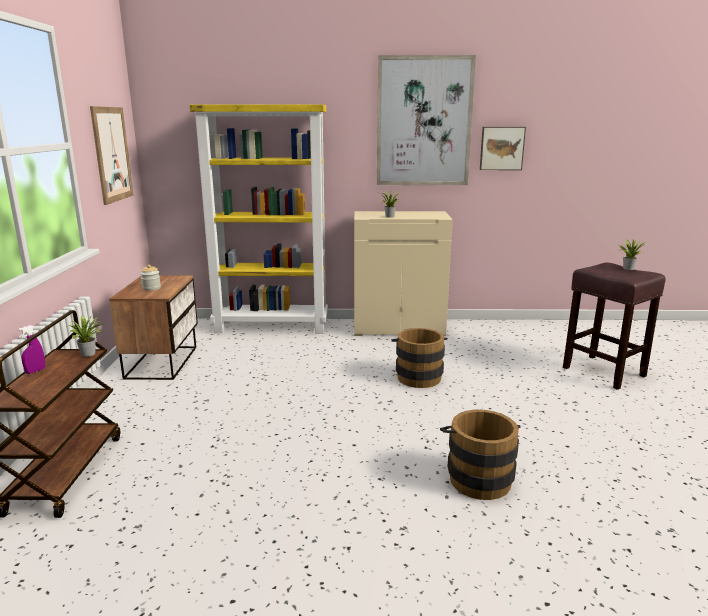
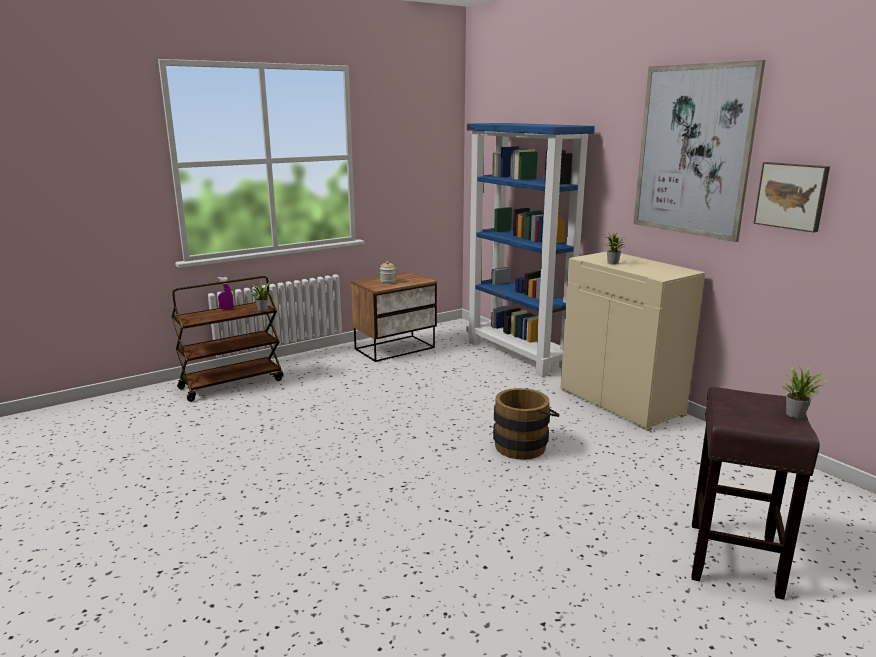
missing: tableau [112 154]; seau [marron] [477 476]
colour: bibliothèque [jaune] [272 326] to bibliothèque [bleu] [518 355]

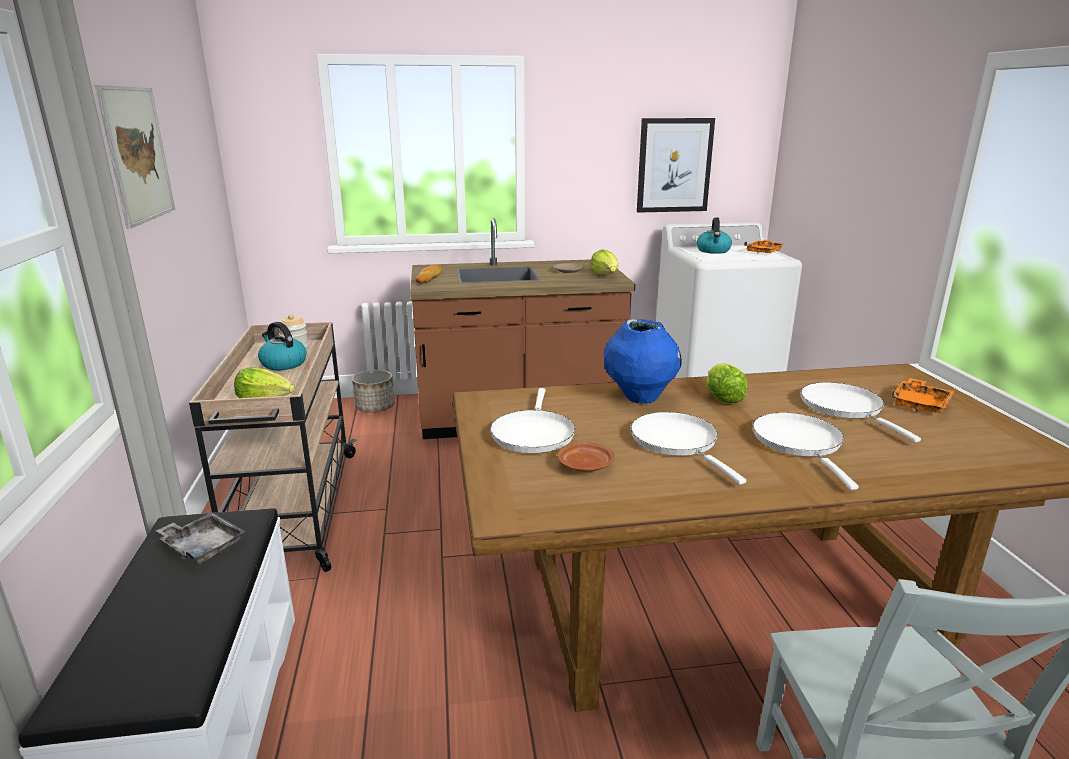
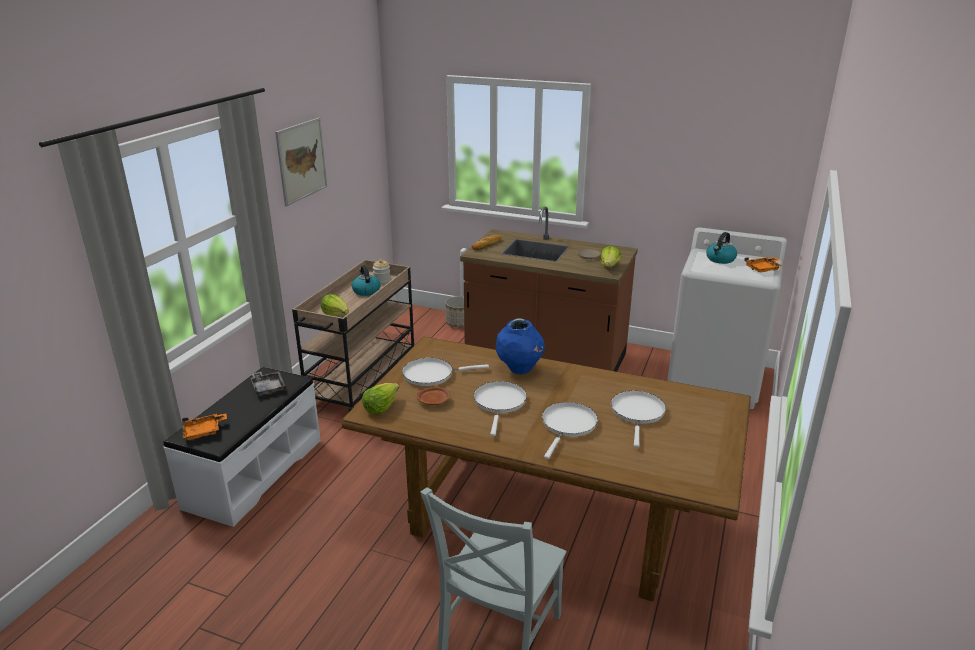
missing: tableau [674 165]
relocated: laitue [722 396] to [380 407]; plateau [orange] [920 404] to [204 431]
spun: poêle [blanc] [533 433] = [432 374] 45 degrees clockwise

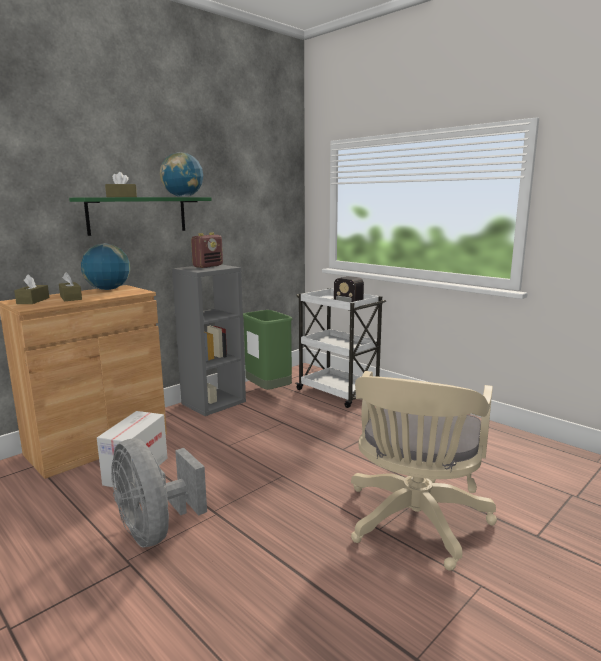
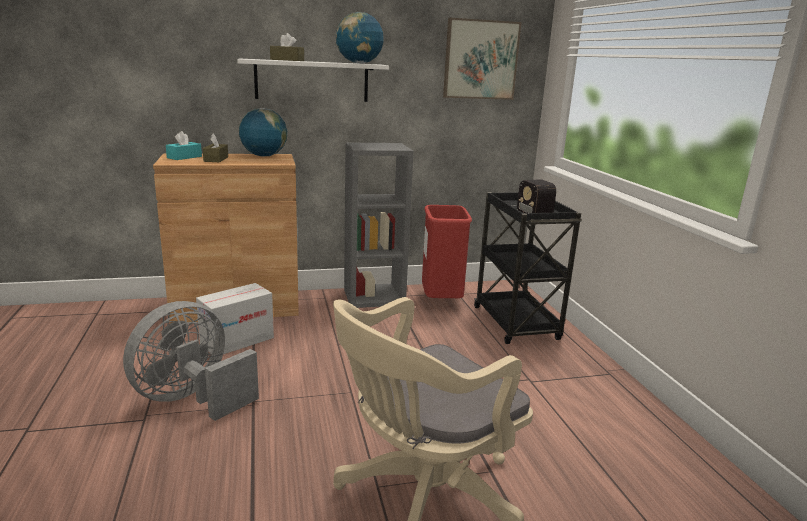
missing: radio [208 266]
appeared: tableau [480 60]
colour: boîte à mouchoirs [marron] [33 301] to boîte à mouchoirs [turquoise] [184 157]; étagère [vert] [138 215] to étagère [blanc] [312 81]; poubelle [vert] [268 391] to poubelle [rouge] [441 300]; chariot [blanc] [338 393] to chariot [noir] [516 324]
spun: ventilateur [gris] [155 530] = [192 399] 45 degrees clockwise

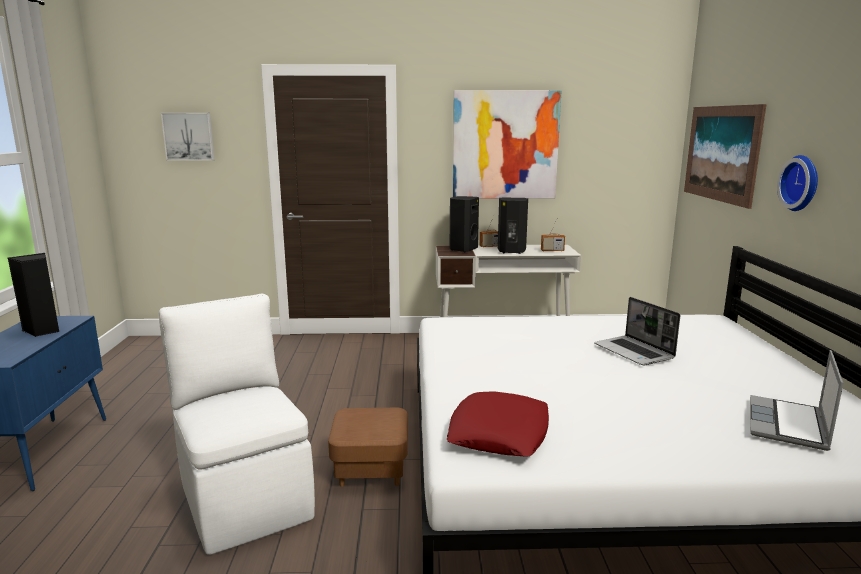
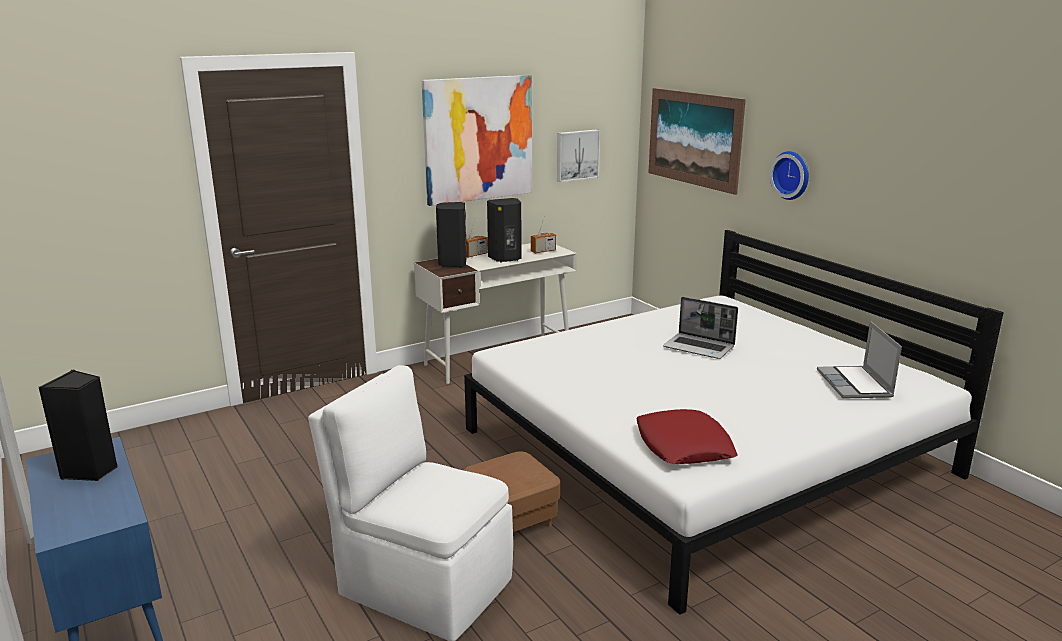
relocated: tableau [189 136] to [576 155]

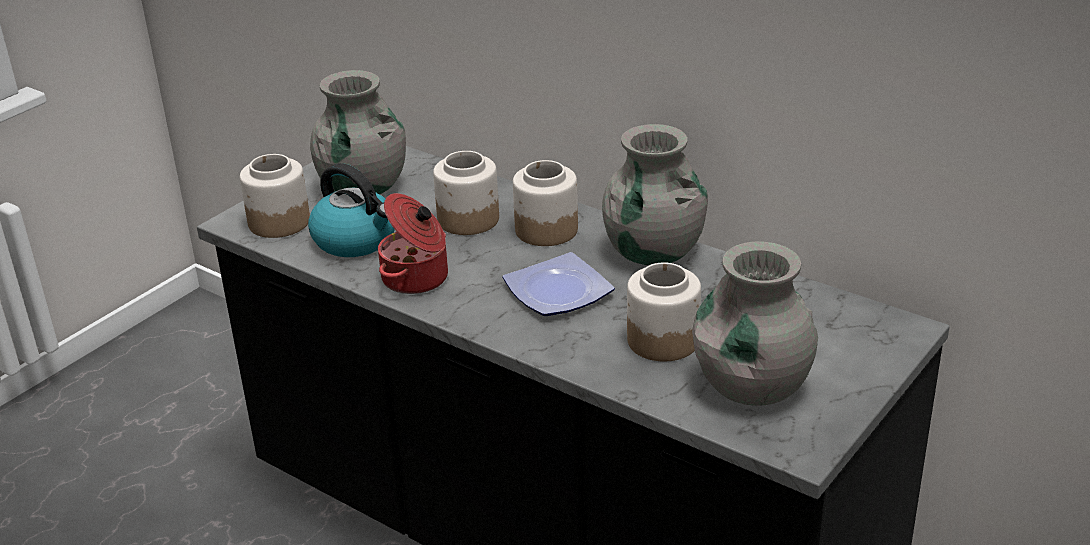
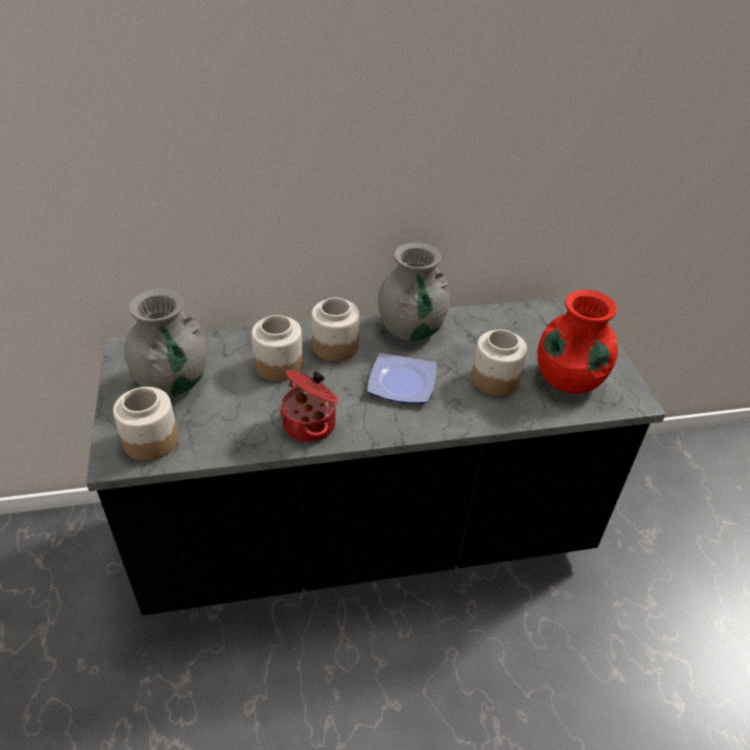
missing: bouilloire [356 240]
colour: vase [gris] [753 386] to vase [rouge] [568 379]

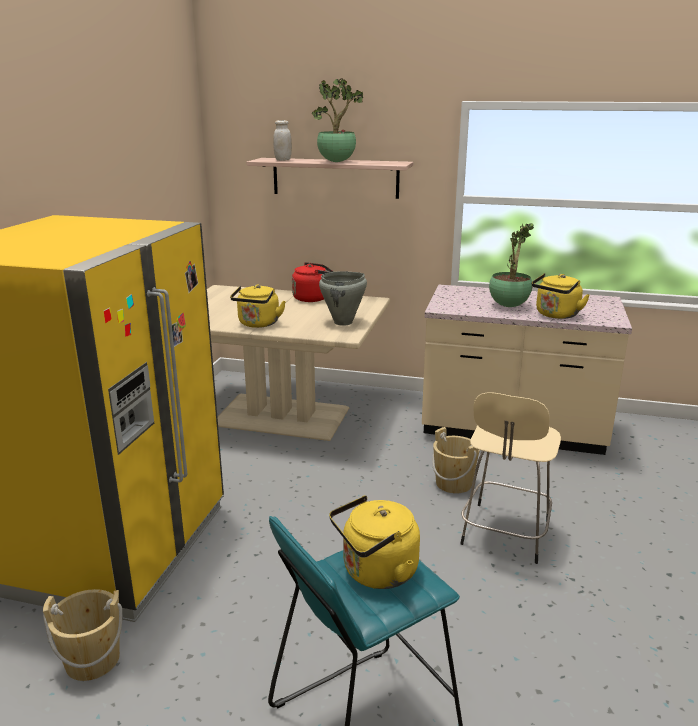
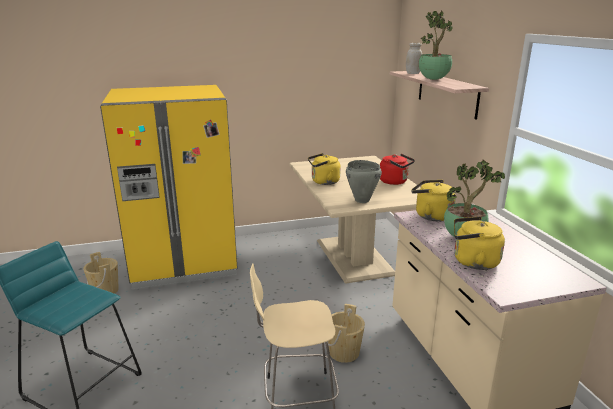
relocated: bouilloire [jaune] [376 573] to [431 216]

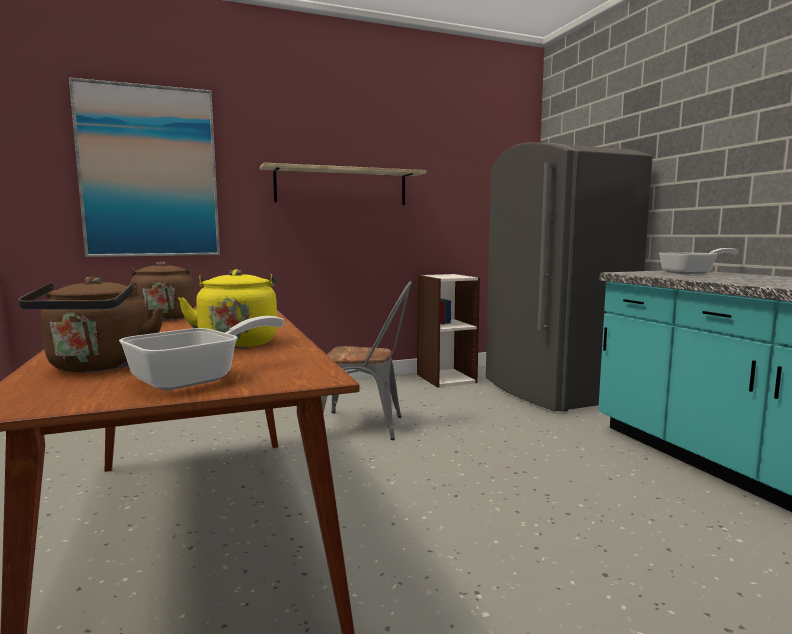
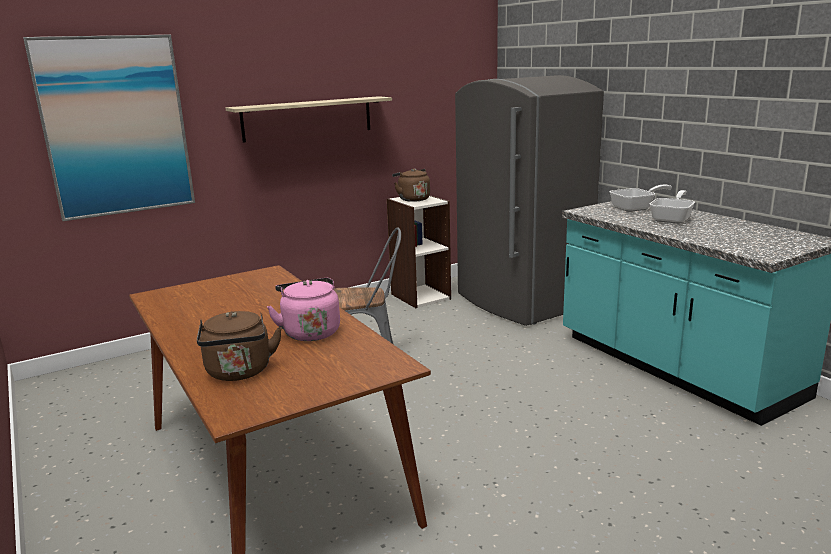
relocated: bouilloire [marron] [163 317] to [412 199]; poêle [197 378] to [672 219]
colour: bouilloire [jaune] [238 342] to bouilloire [rose] [310 332]

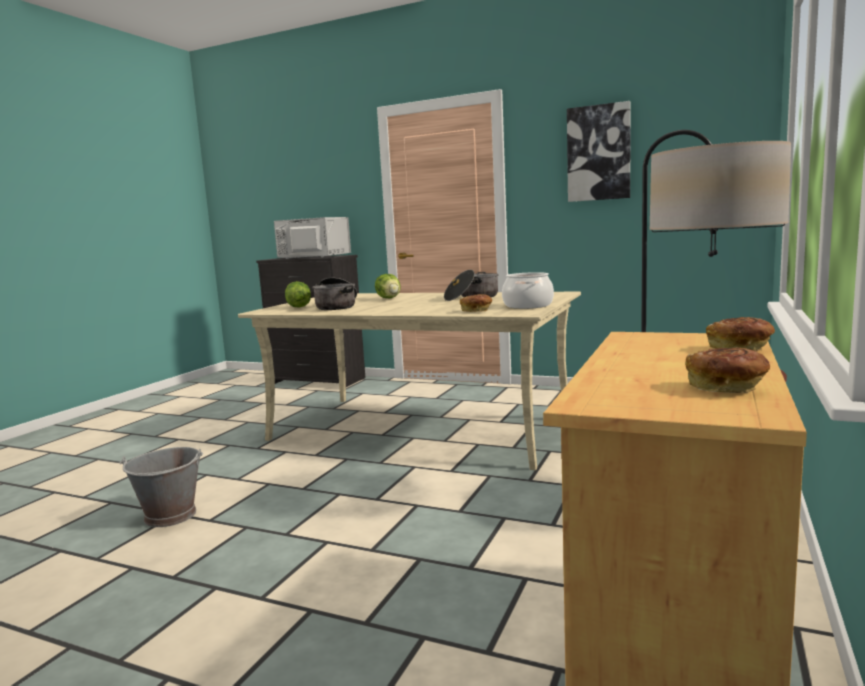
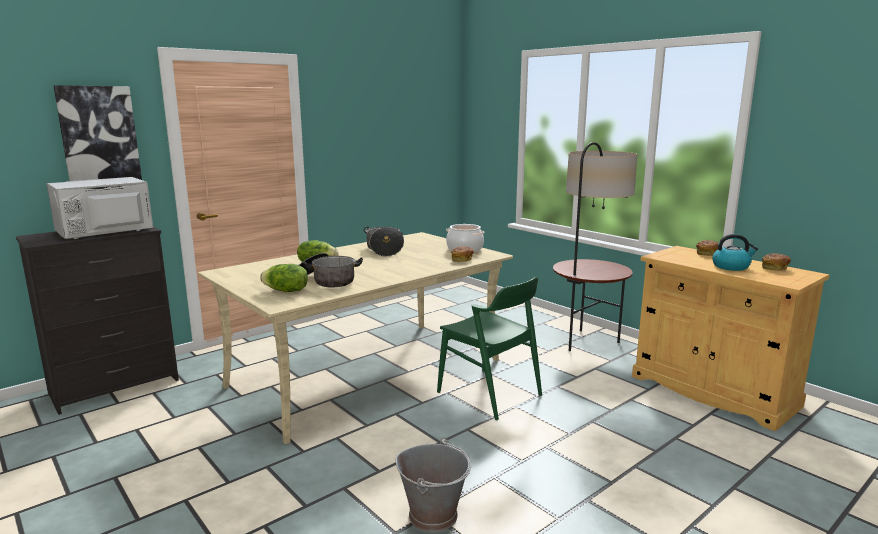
appeared: chaise [vert] [489 394]; bouilloire [731 267]
relocated: tableau [598 153] to [99 136]

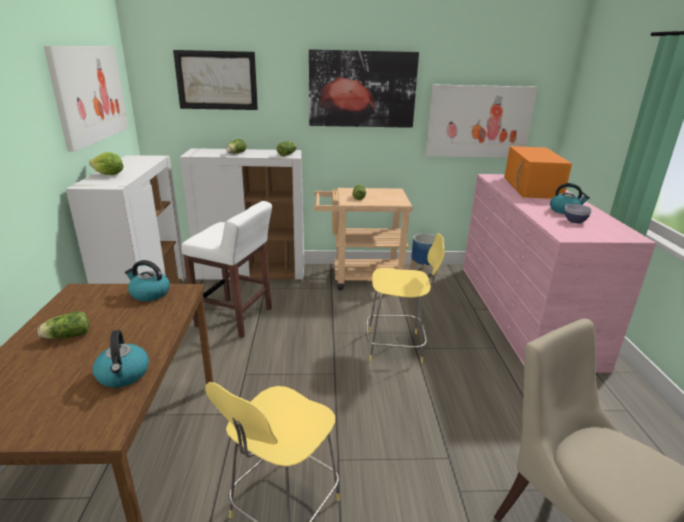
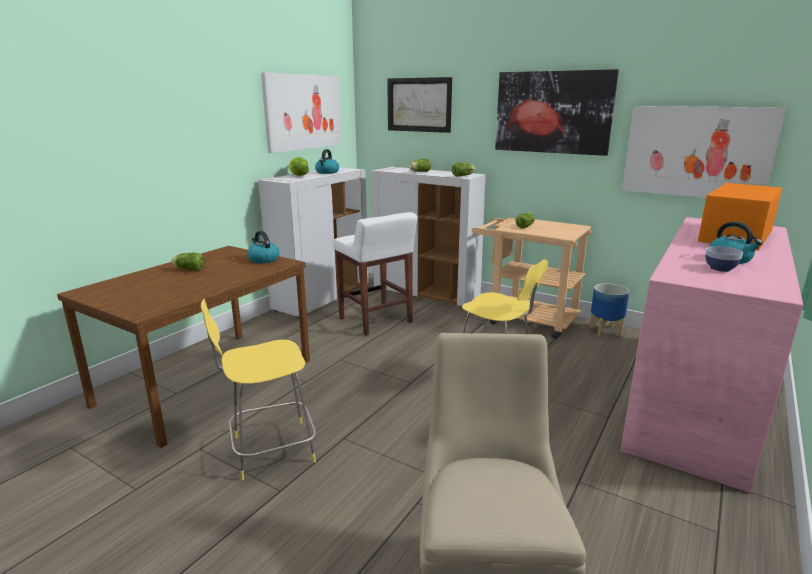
relocated: bouilloire [123 375] to [327 172]

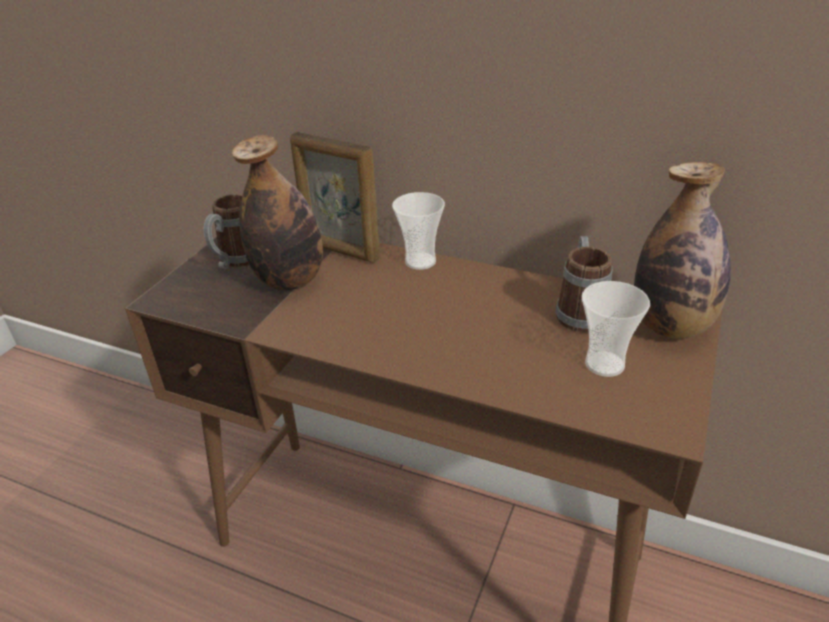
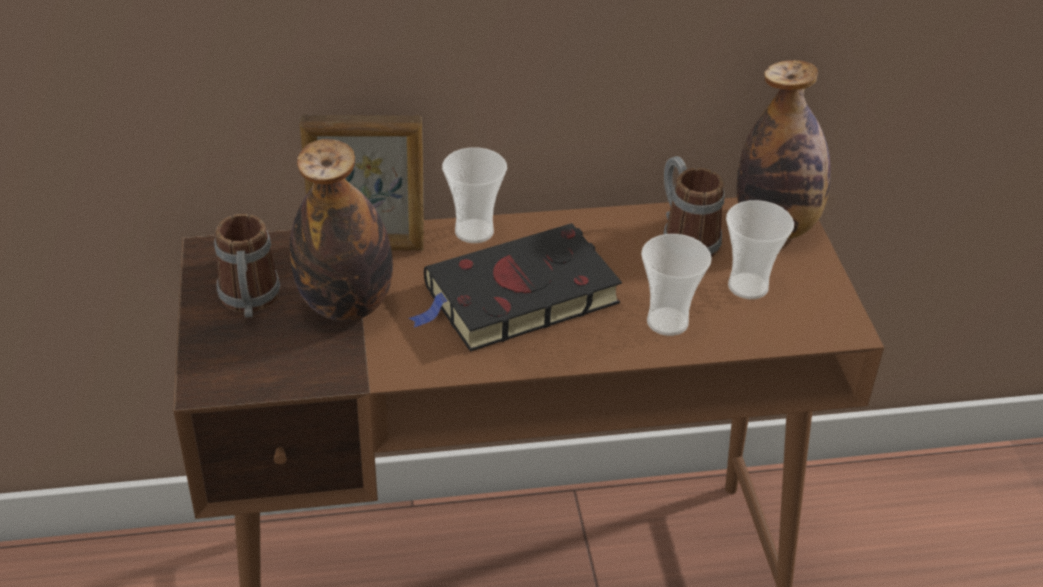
appeared: livre [noir] [516 297]; tasse [667 322]

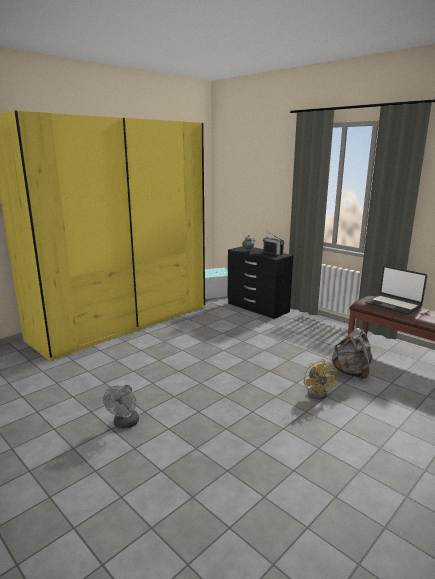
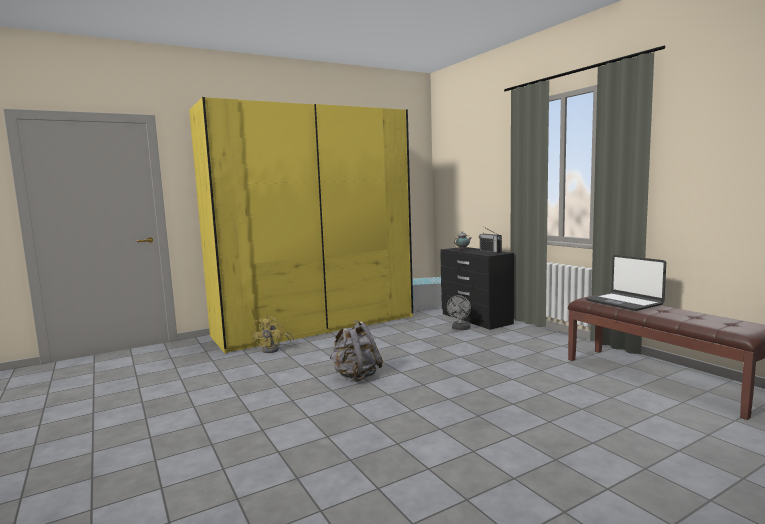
relocated: ventilateur [gris] [125 424] to [460 329]; ventilateur [jaune] [319 393] to [274 349]; sac à dos [gris] [351 373] to [356 376]

